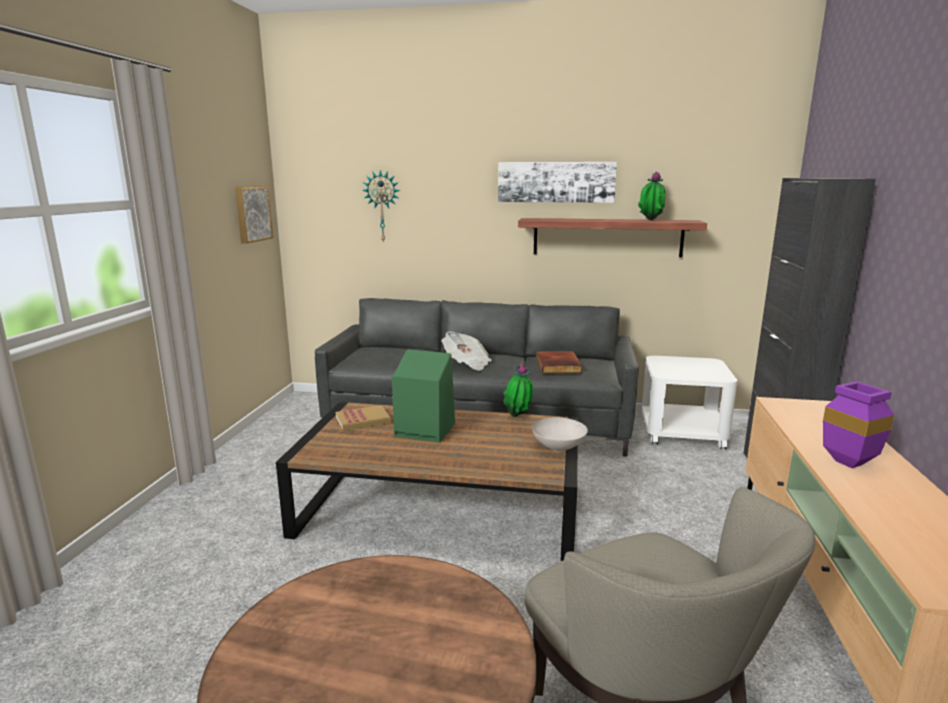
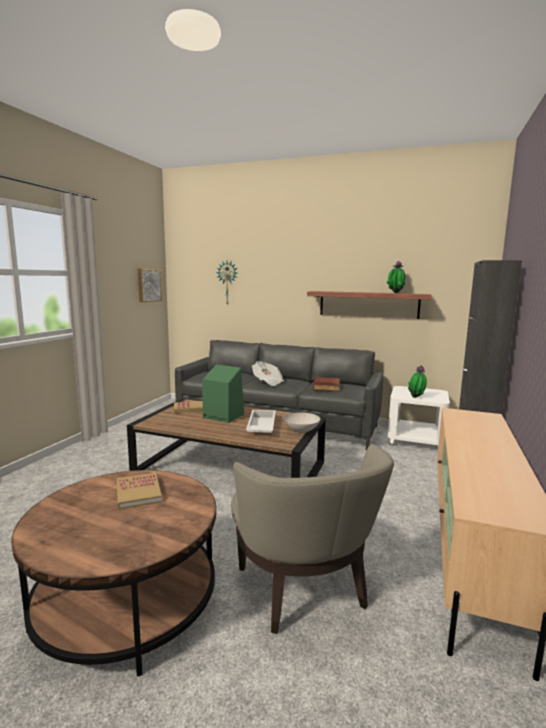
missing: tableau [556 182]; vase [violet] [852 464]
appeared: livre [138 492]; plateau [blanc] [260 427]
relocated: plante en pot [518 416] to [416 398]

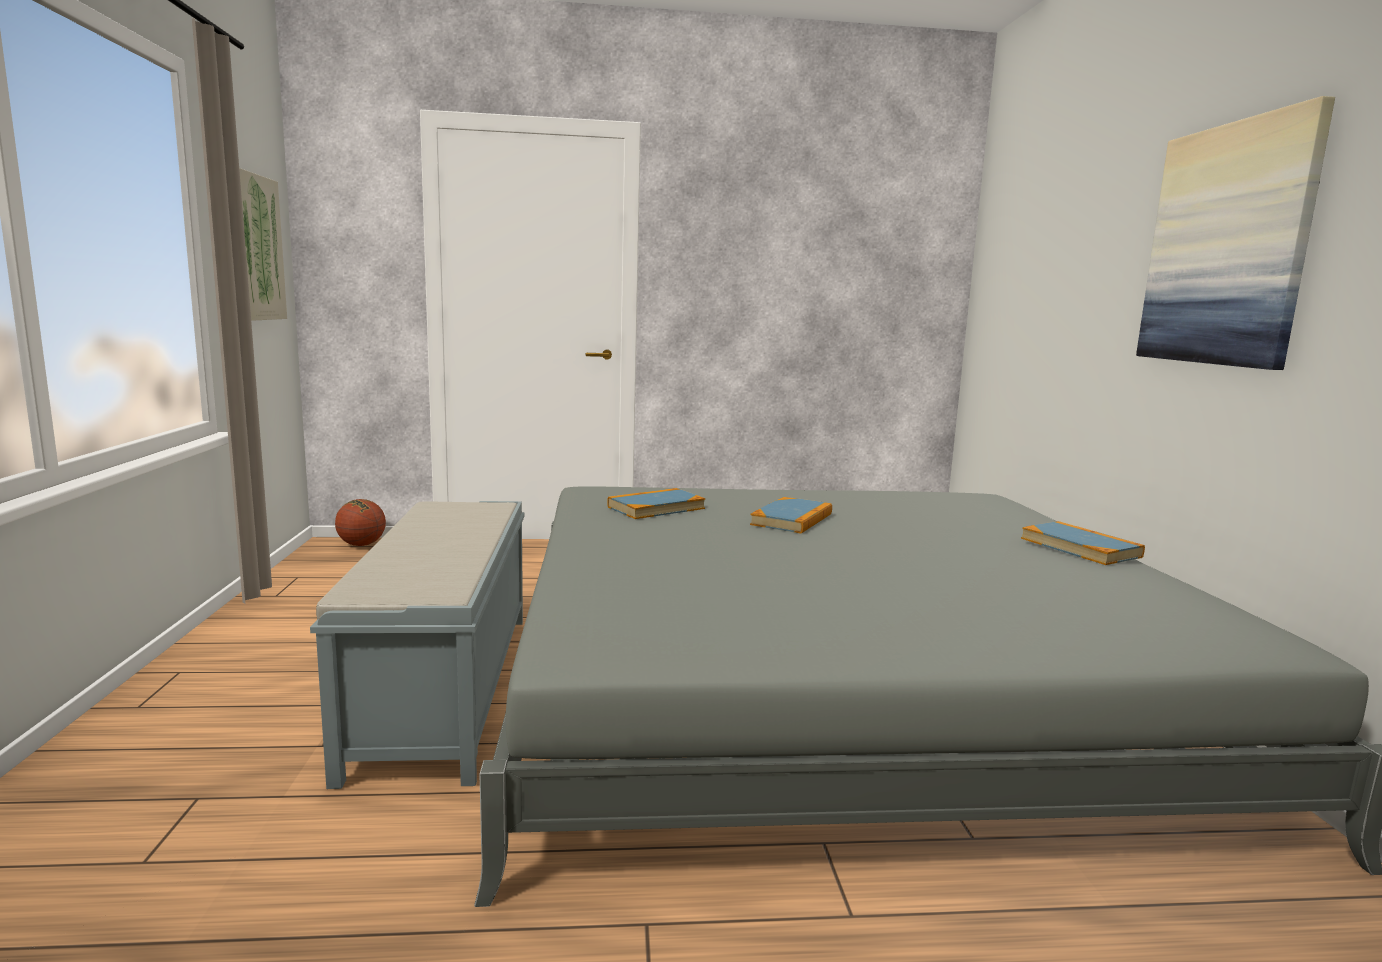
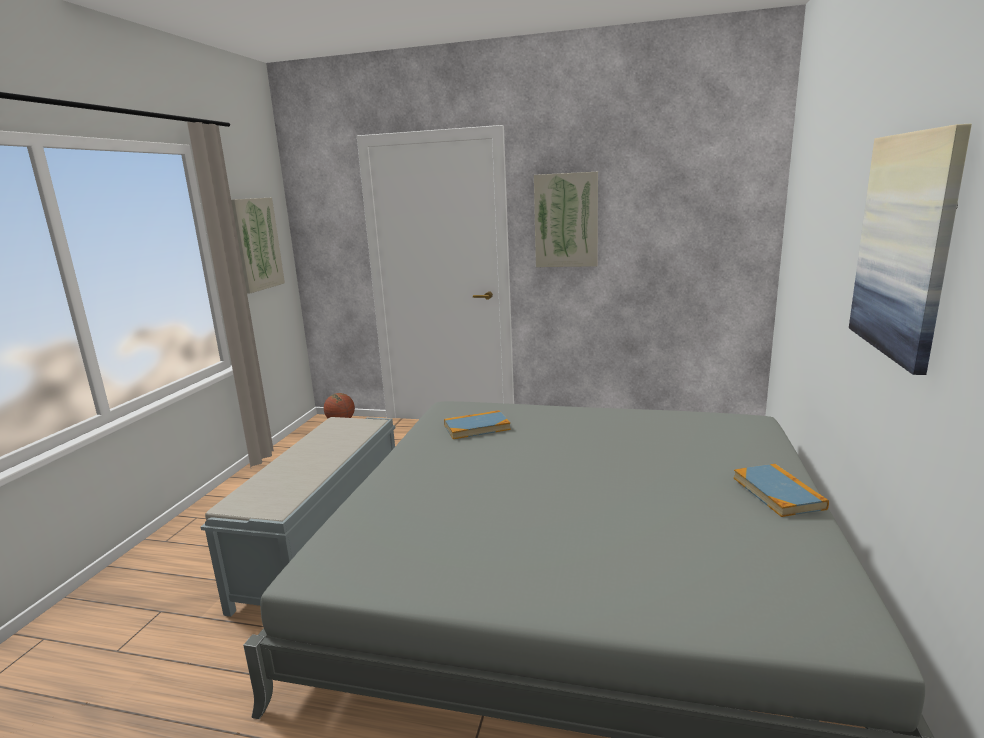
missing: livre [792 519]
appeared: tableau [566 220]

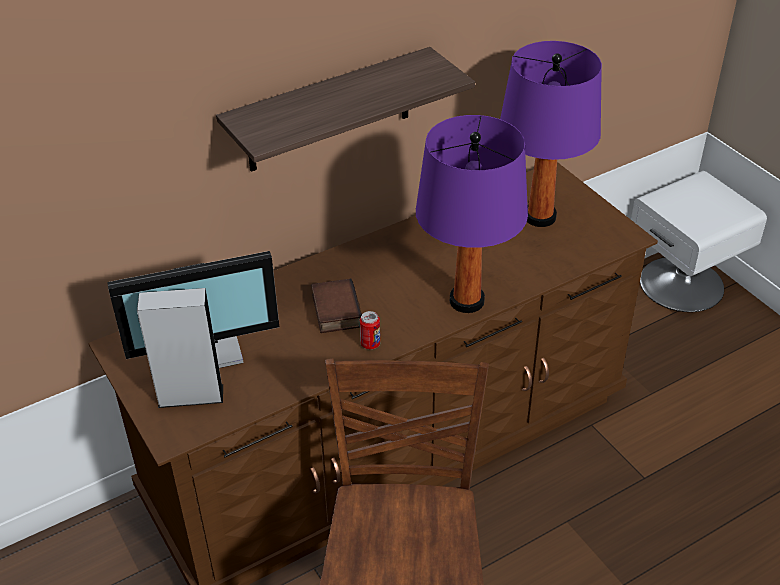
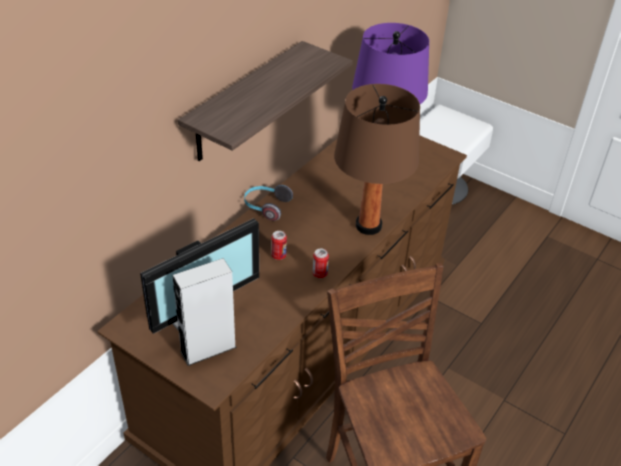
appeared: casque audio [266 207]
exchanged: livre [334 310] to boîte métallique [278 256]
colour: lampe de table [violet] [467 301] to lampe de table [marron] [368 225]

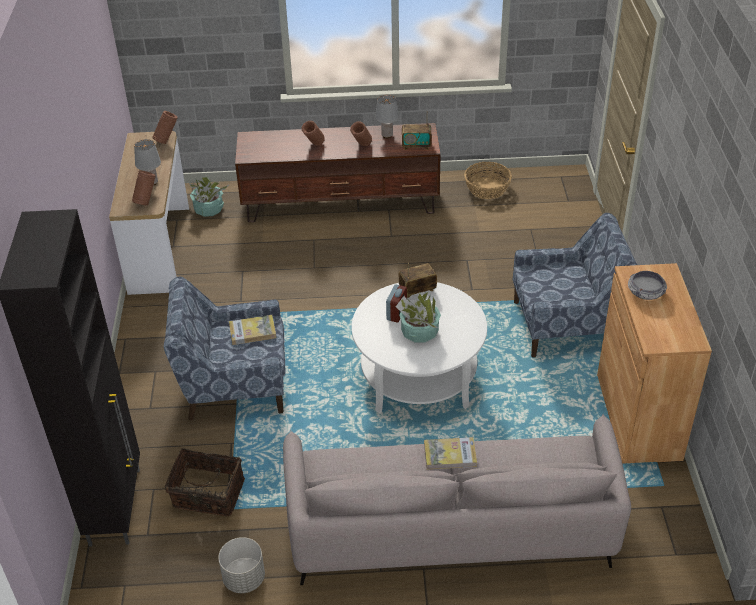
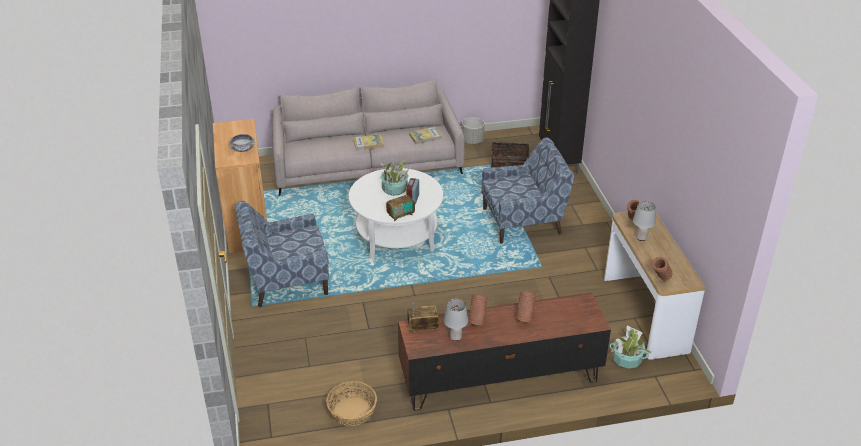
relocated: livre [252 331] to [425 137]

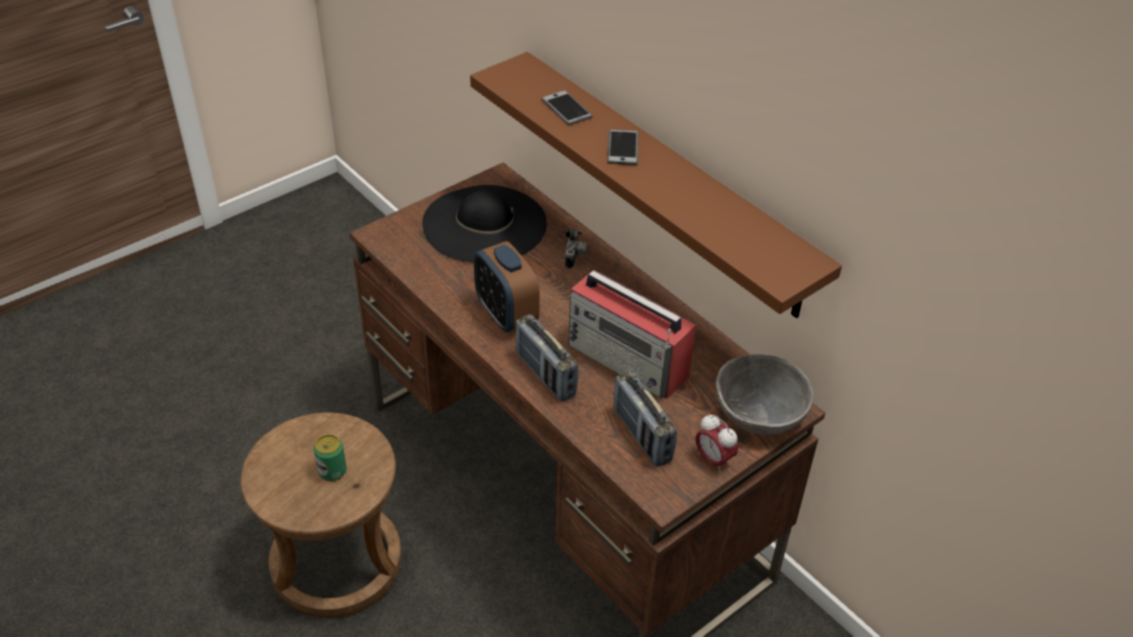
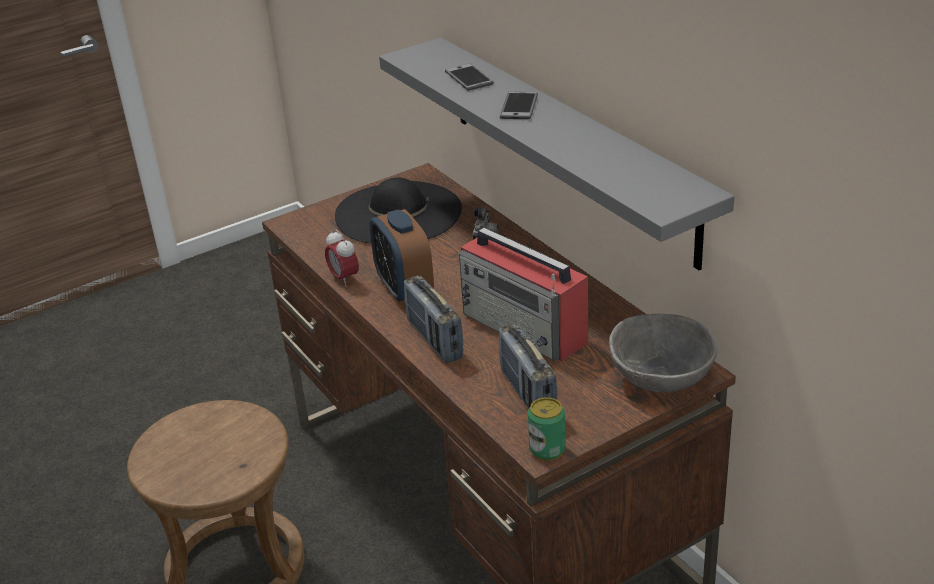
relocated: boîte métallique [332 471] to [547 449]; réveil [713 459] to [344 279]
colour: étagère [marron] [664 182] to étagère [gris] [567 146]

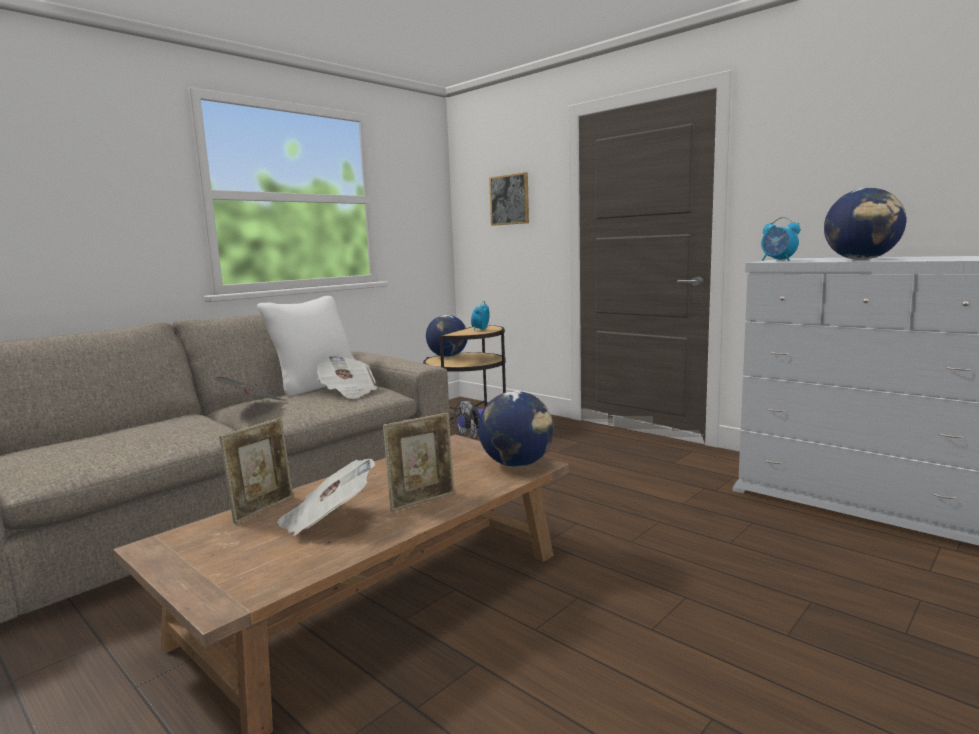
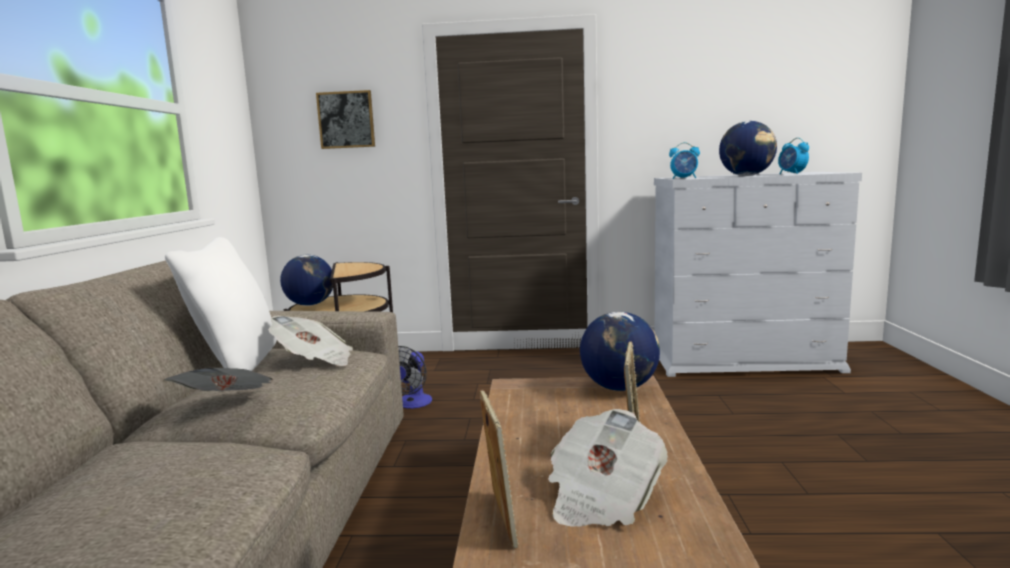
relocated: réveil [480 330] to [792 174]

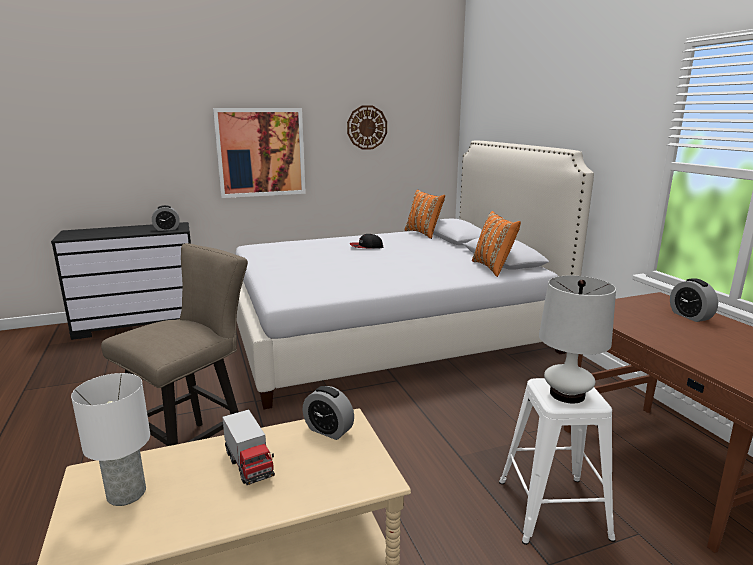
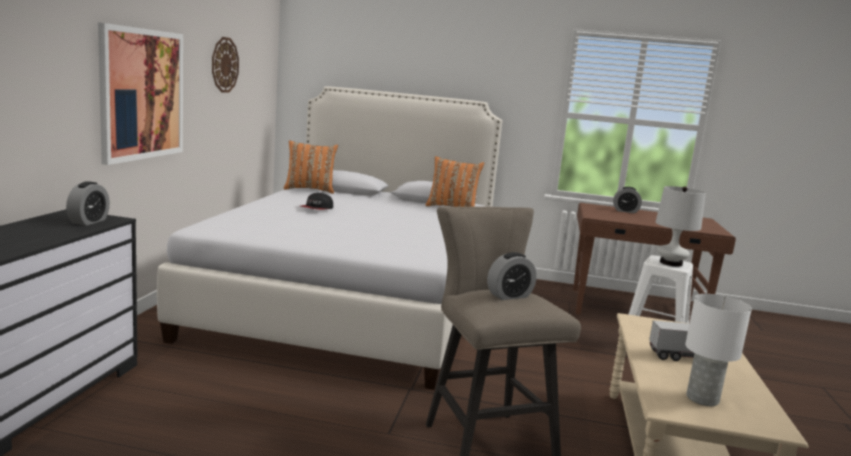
relocated: réveil [328 430] to [509 296]

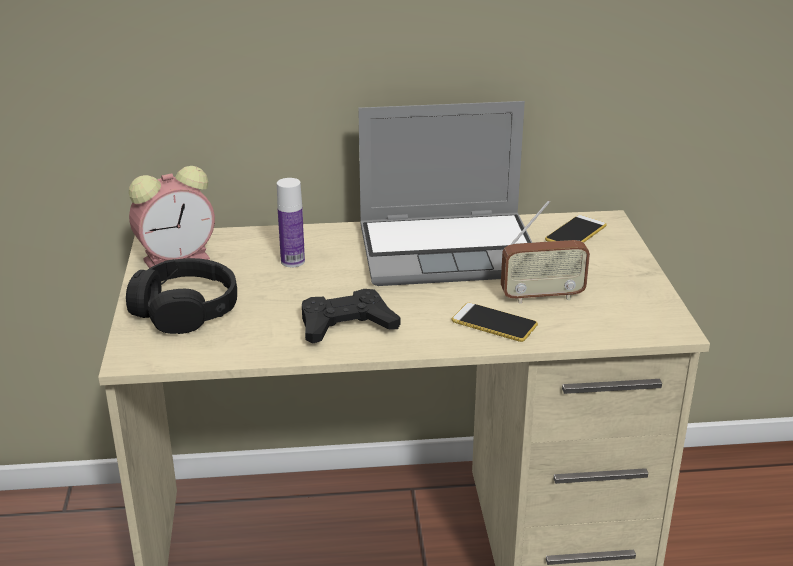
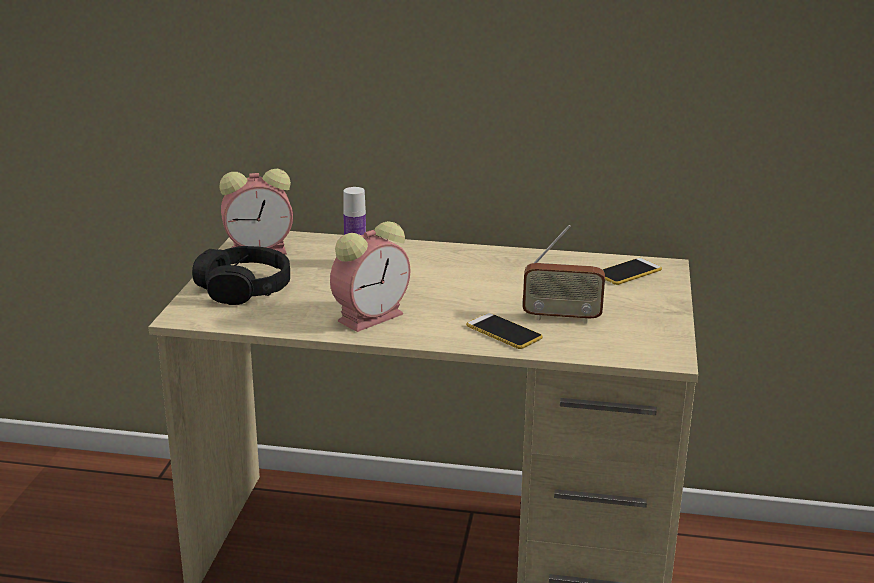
missing: ordinateur portable [450 250]
exchanged: manette [noir] [346 325] to réveil [372 316]

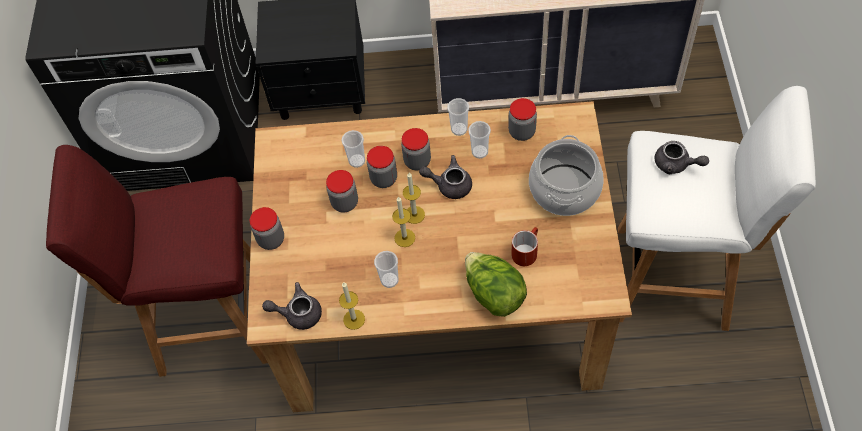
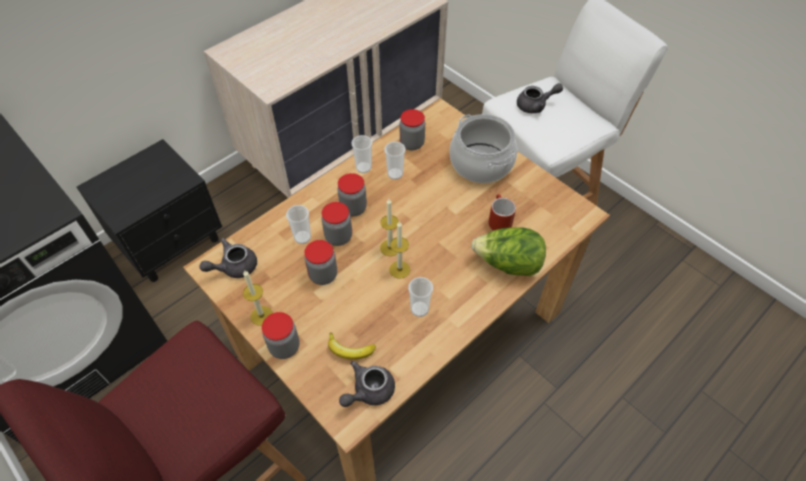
appeared: banane [349 350]
relocated: bougie [354 319] to [261 315]; théière [gris] [449 184] to [234 267]

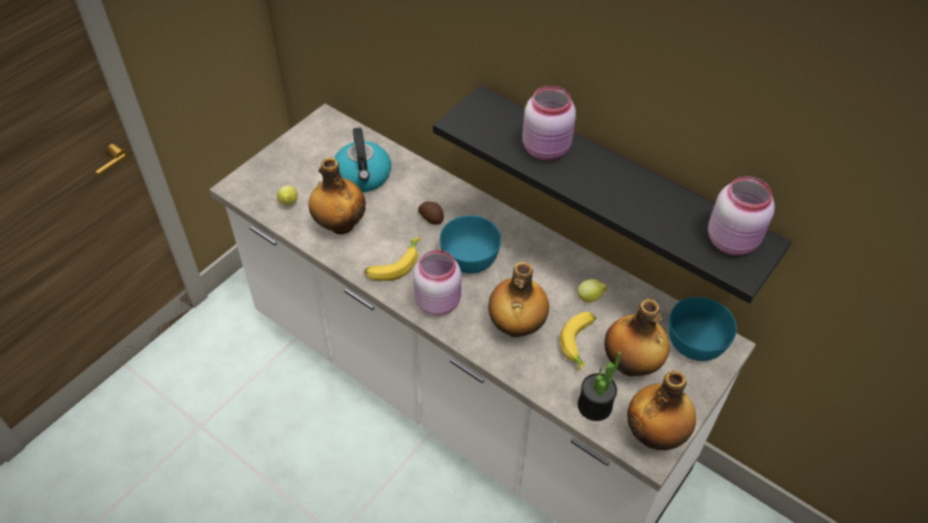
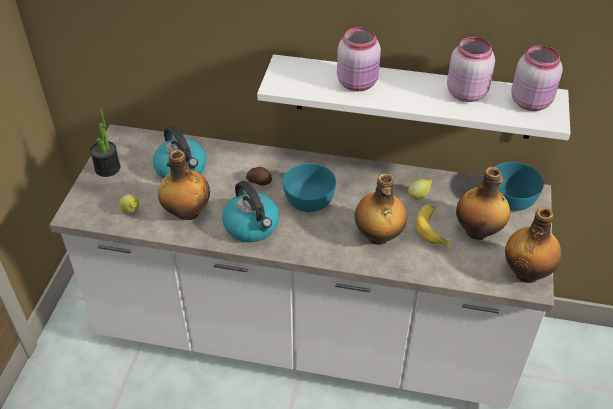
relocated: bocal [rose] [438 301] to [466 92]; plante en pot [594 406] to [107 168]
exchanged: banane [394 264] to bouilloire [252 226]
colour: étagère [noir] [617 184] to étagère [blanc] [413 97]

